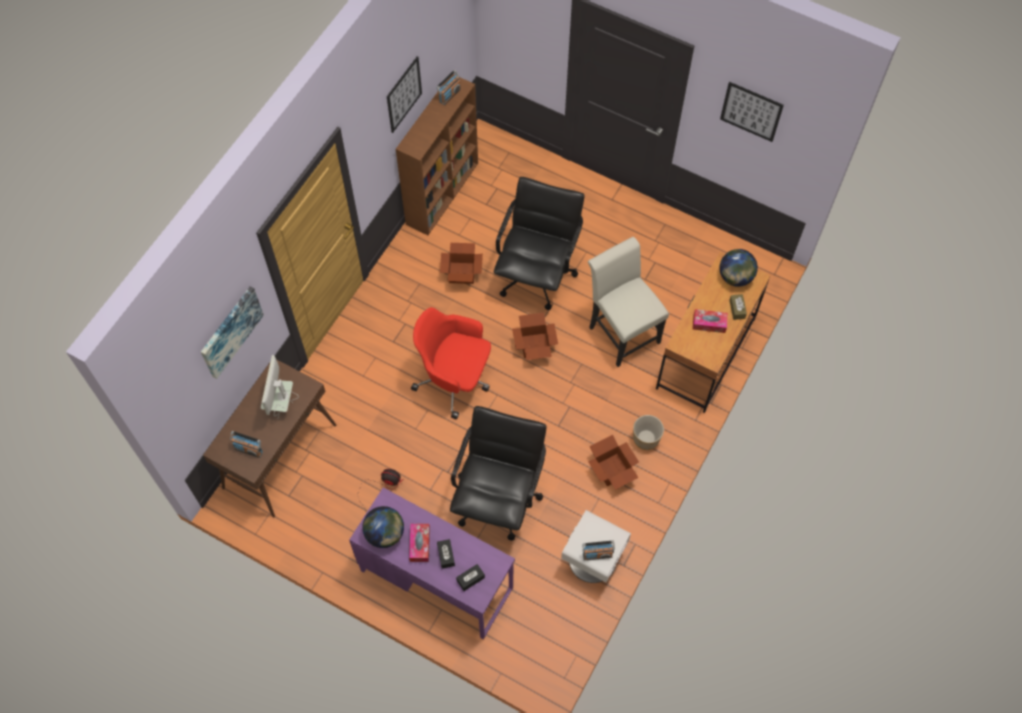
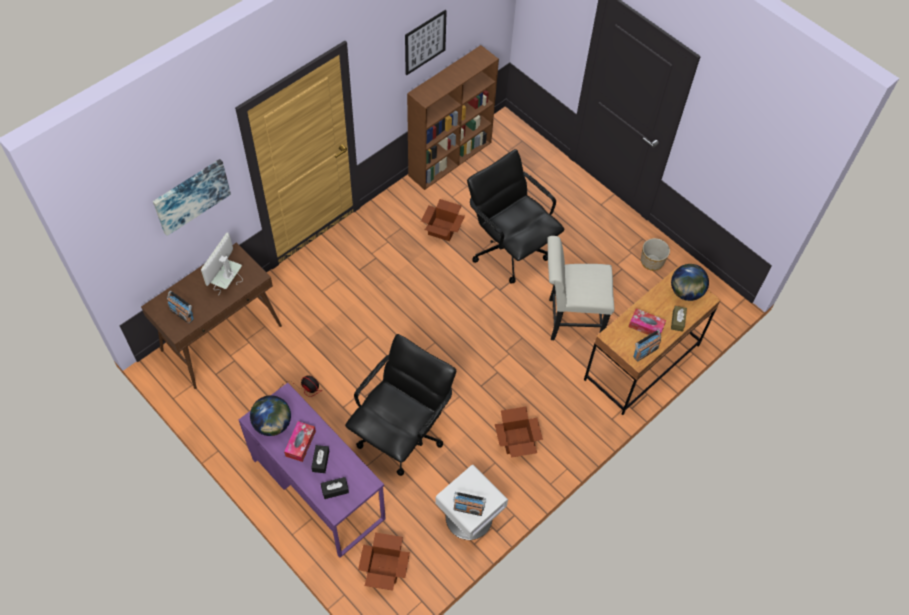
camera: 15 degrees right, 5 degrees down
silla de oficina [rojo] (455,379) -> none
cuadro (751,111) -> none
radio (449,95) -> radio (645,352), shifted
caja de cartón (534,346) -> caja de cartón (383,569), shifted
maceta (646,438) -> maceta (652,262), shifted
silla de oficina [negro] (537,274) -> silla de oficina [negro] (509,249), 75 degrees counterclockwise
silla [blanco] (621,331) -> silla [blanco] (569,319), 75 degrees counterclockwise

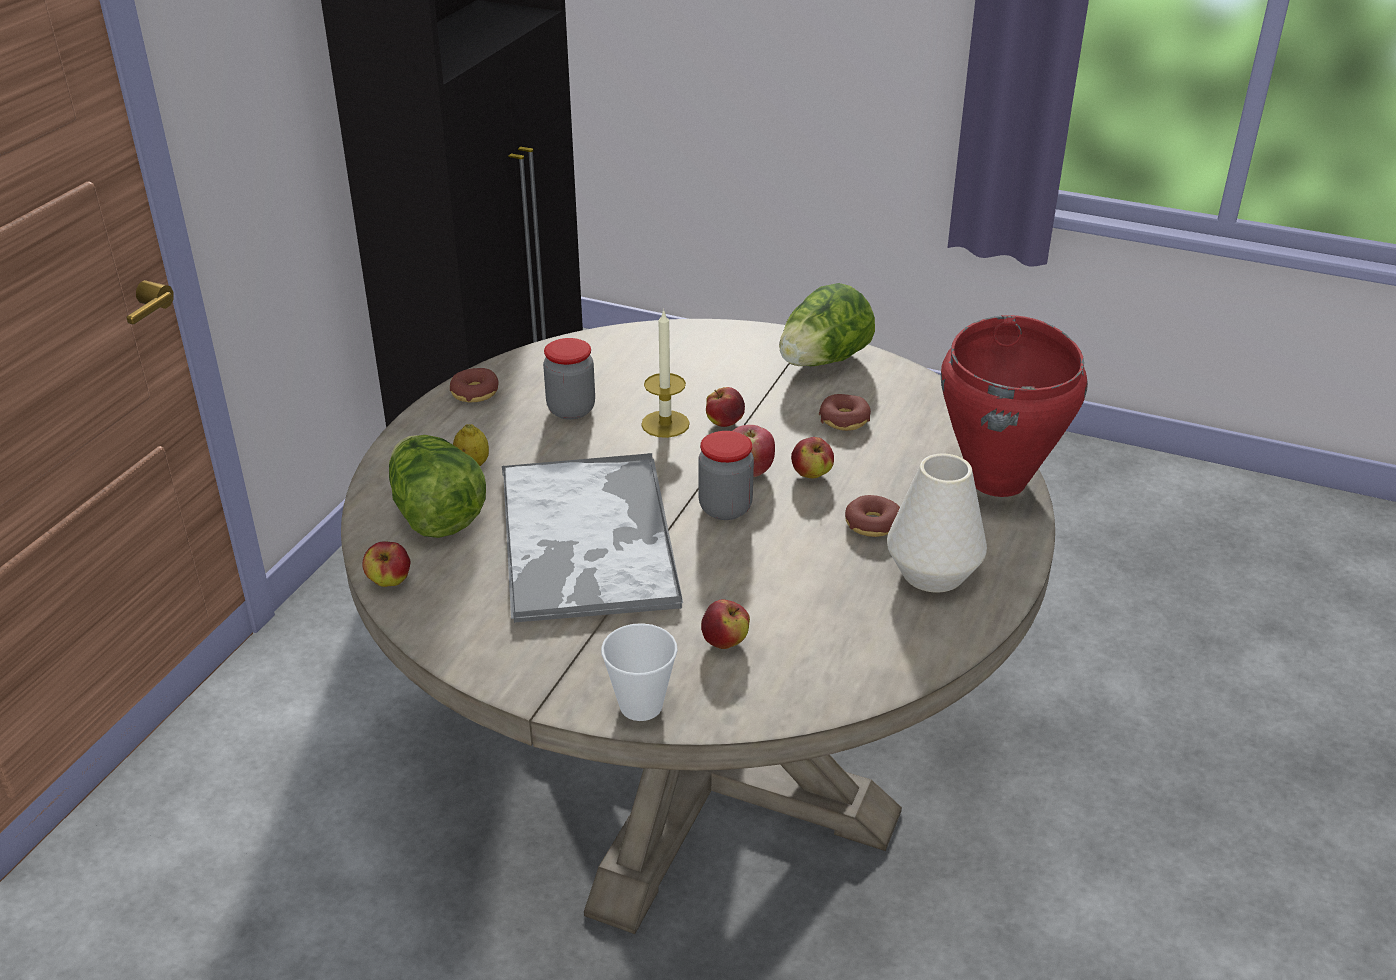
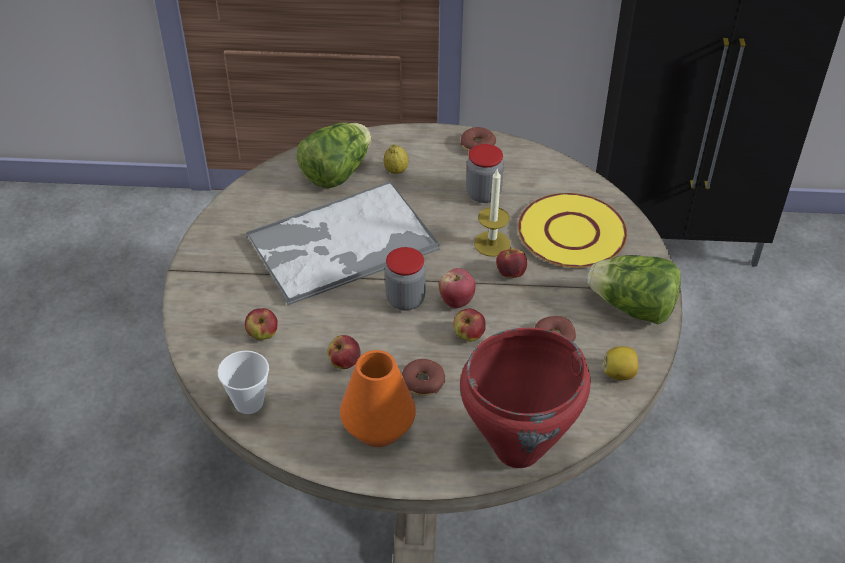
camera: 70 degrees right, 10 degrees up
none -> plato [amarillo] (572,233)
none -> limón (619,373)
manzana (389,582) -> manzana (344,362), shifted
taza (641,705) -> taza (249,402), shifted
florero [blanco] (932,573) -> florero [naranja] (378,428)

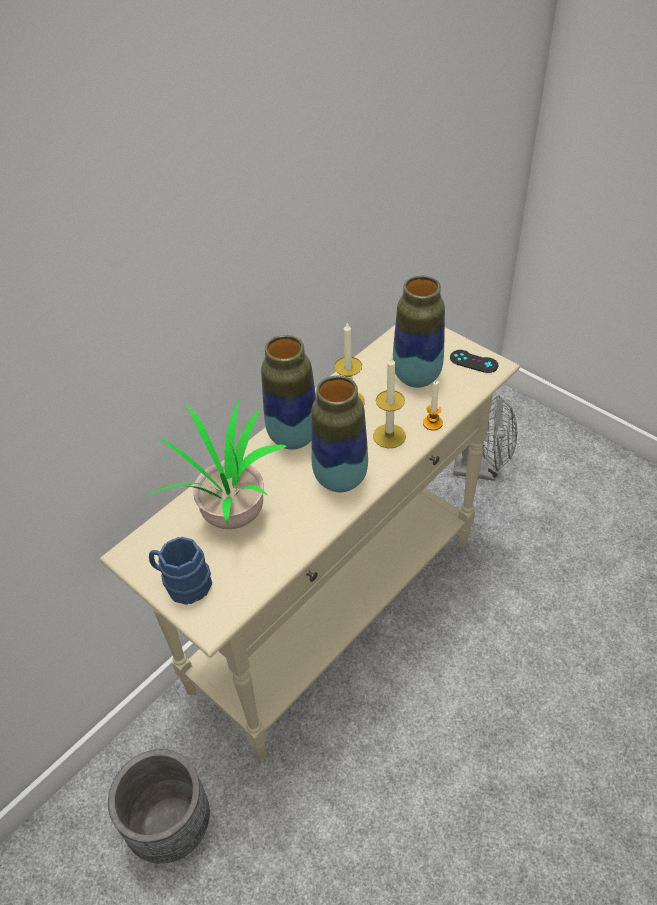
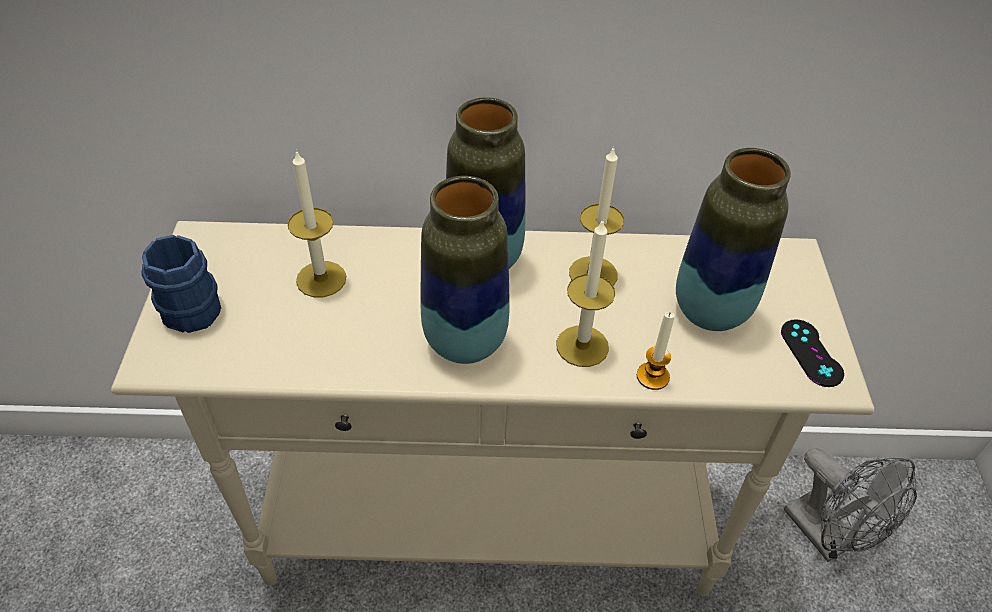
camera: 45 degrees right, 0 degrees up
maceta [gris] (170,825) -> none
planta en maceta (230,513) -> vela (321,279)

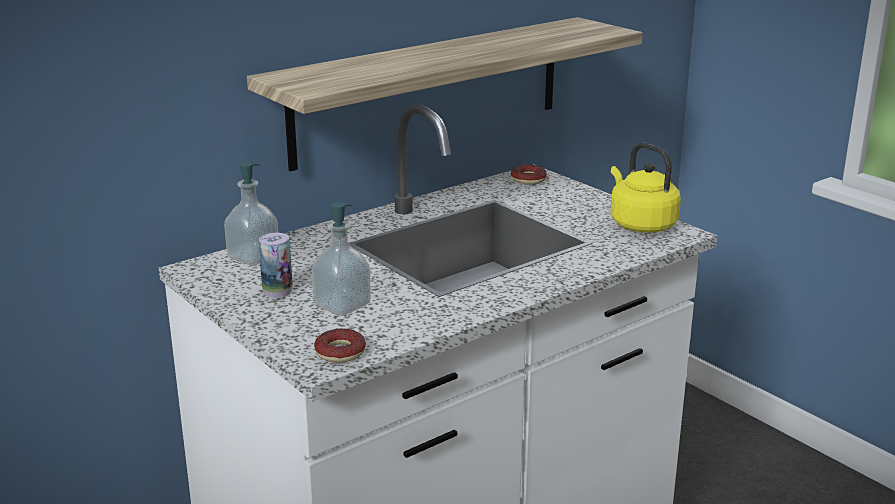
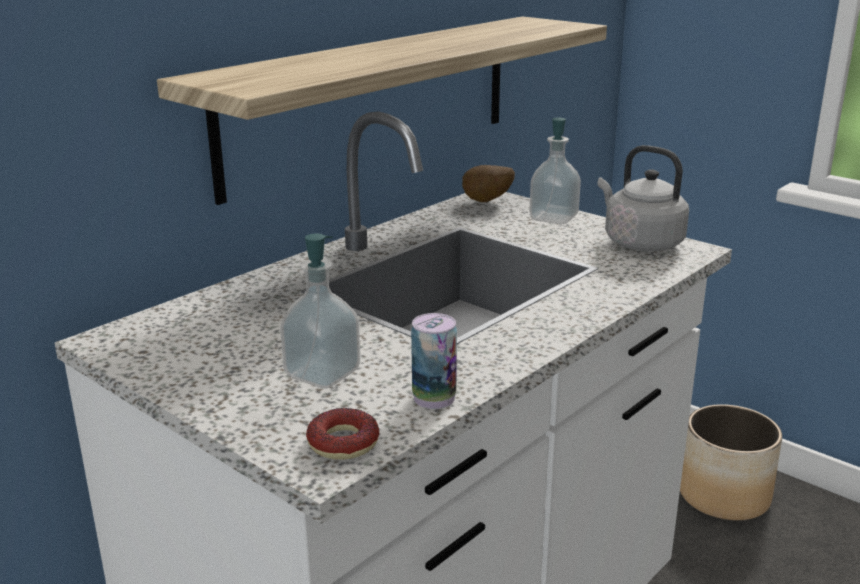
camera: 10 degrees left, 0 degrees up
none -> maceta (723,496)
dispensador de jabón (253,257) -> dispensador de jabón (553,218), shifted
lata (277,291) -> lata (434,398), shifted
rosquilla (528,179) -> patata (486,202)
hervidor [amarillo] (640,224) -> hervidor [gris] (639,243)

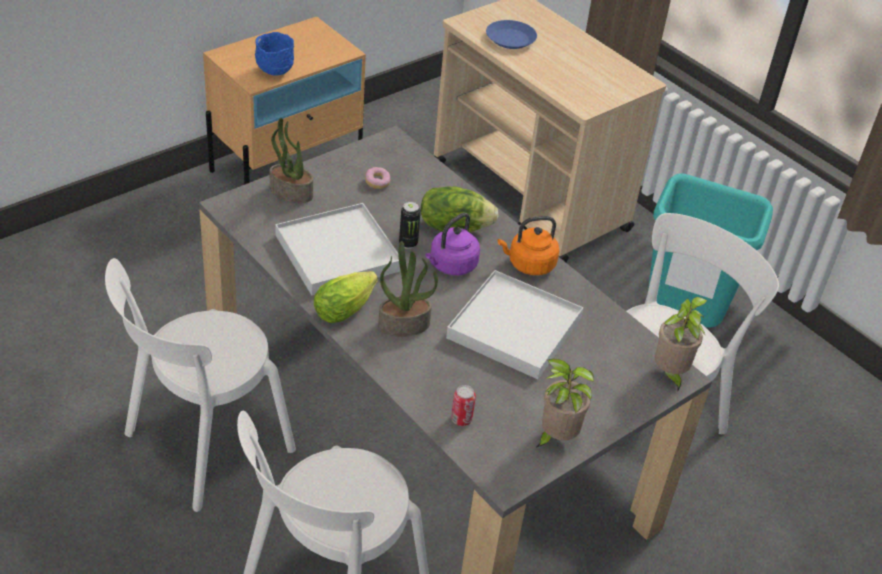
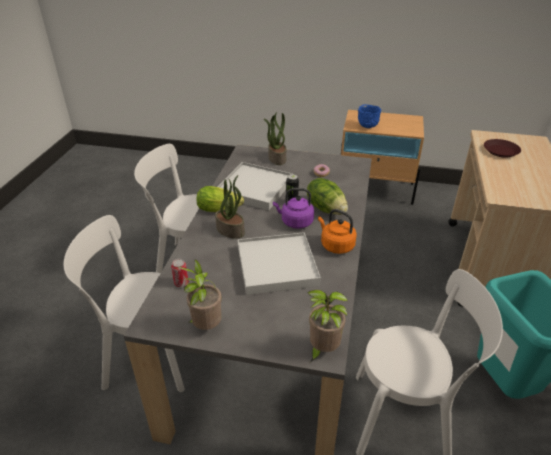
camera: 55 degrees right, 5 degrees down
plato [azul] (511,39) -> plato [marrón] (501,151)

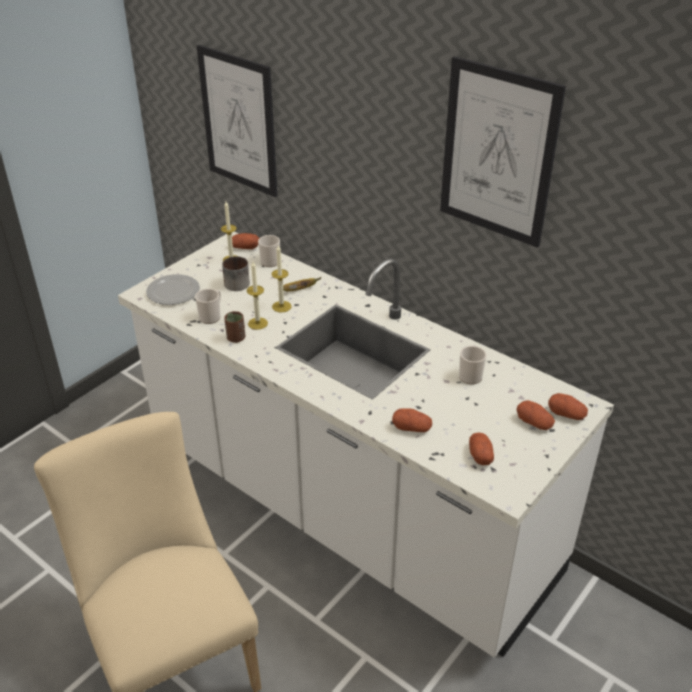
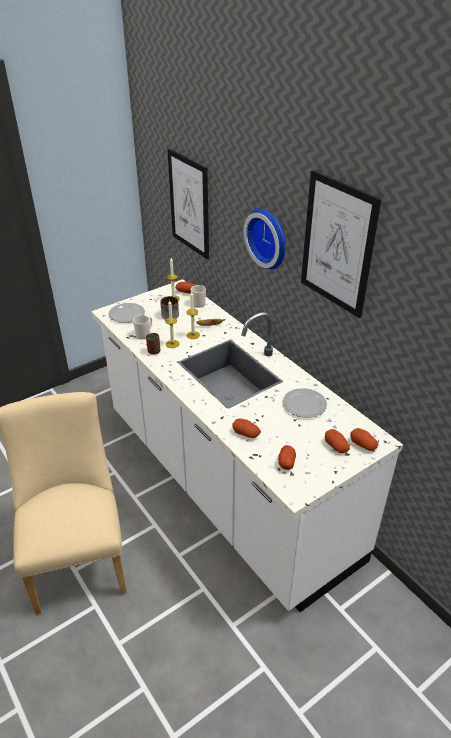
camera: 15 degrees right, 0 degrees up
none -> reloj de pared (269,237)
taza grande (470,375) -> plato (304,404)

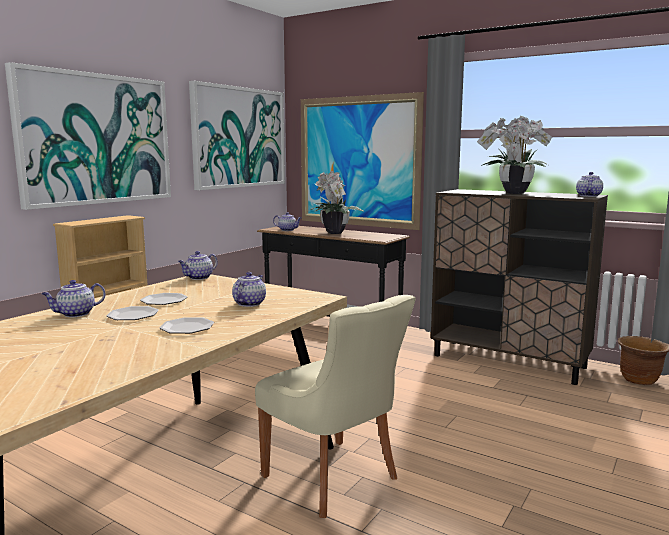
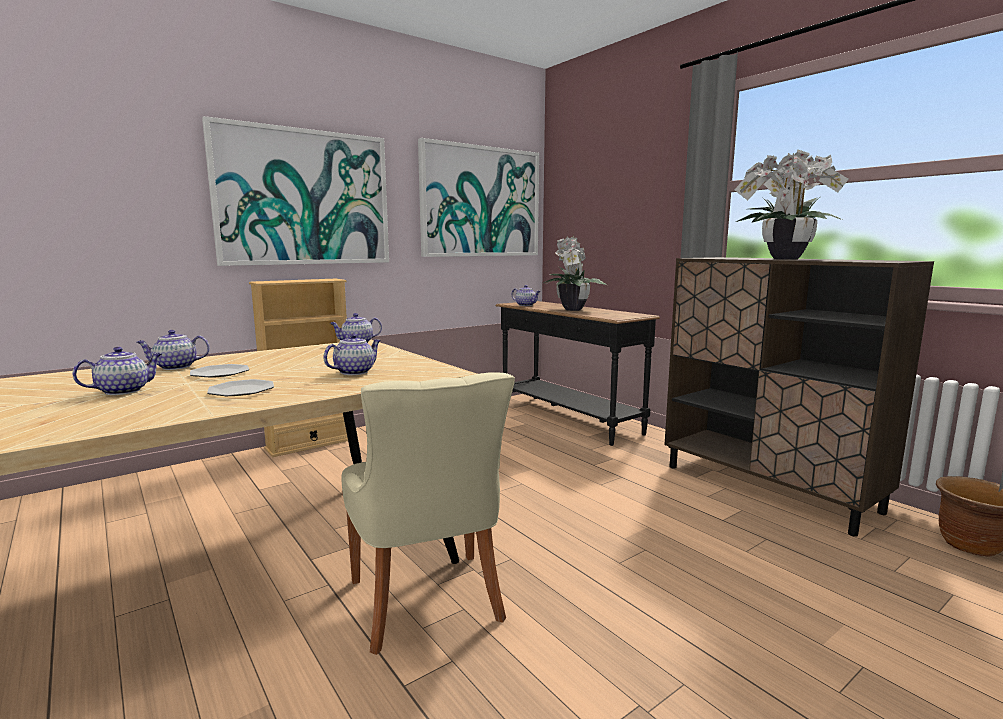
camera: 20 degrees right, 0 degrees up
plato (164,301) -> none
cuadro (357,161) -> none
tetera (588,196) -> tetera (124,391), shifted

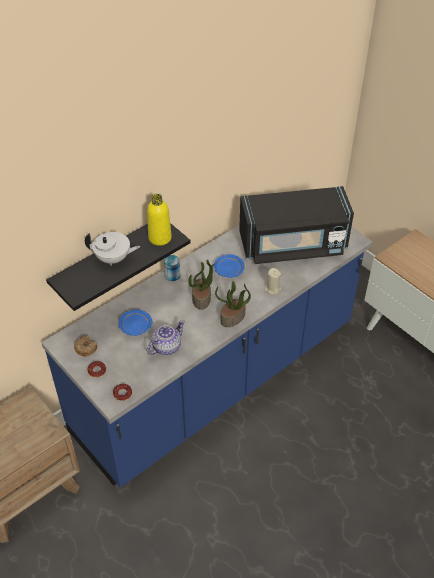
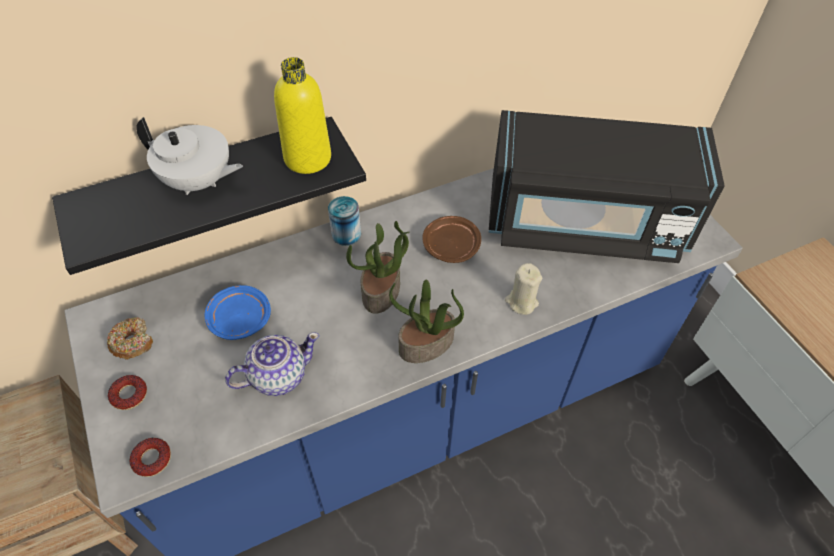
camera: 15 degrees right, 5 degrees up
plato [azul] (228,270) -> plato [marrón] (451,245)

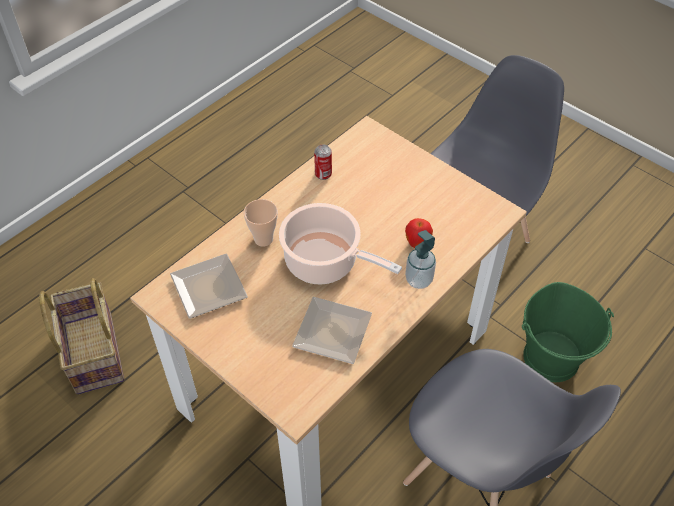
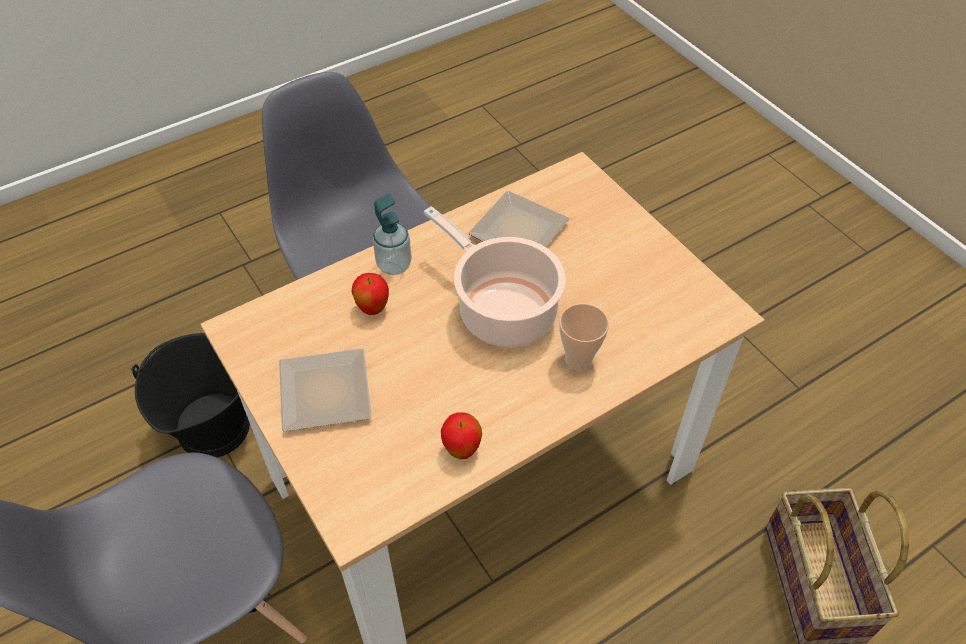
camera: 165 degrees left, 0 degrees up
plato (212,289) -> plato (322,391), shifted
lata (323,174) -> manzana (462,449)
cubo [verde] (552,358) -> cubo [negro] (213,427)

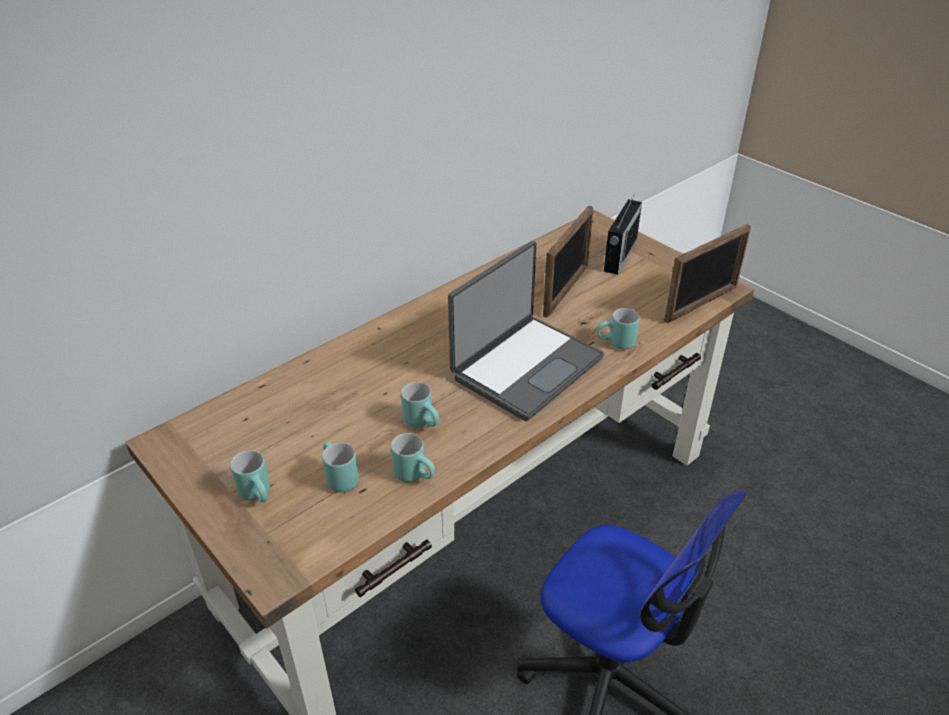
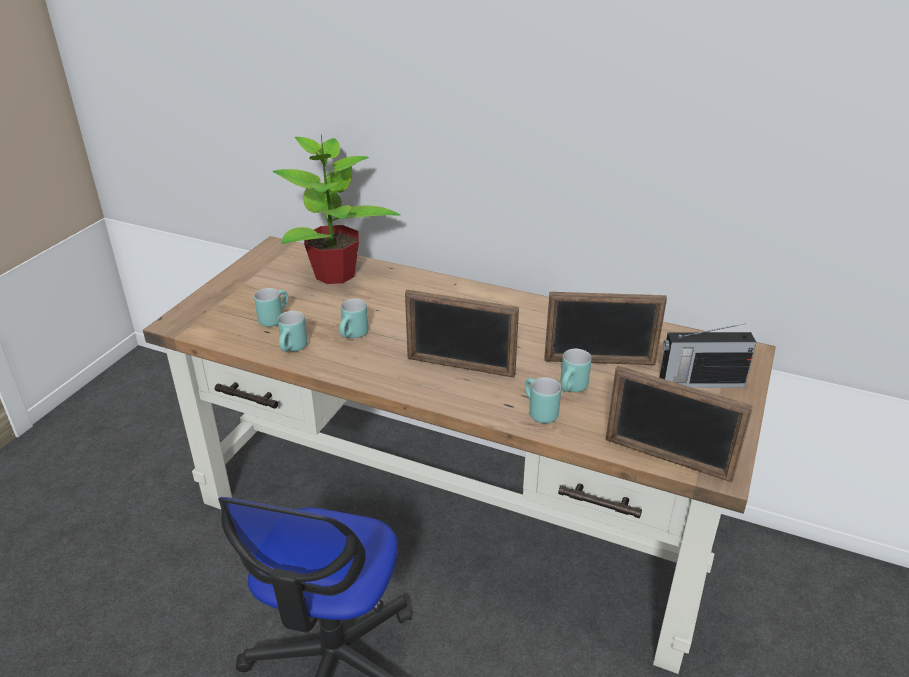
camera: 65 degrees right, 5 degrees down
none -> planta en maceta (335,274)
taza grande [turquesa] (259,494) -> taza grande [turquesa] (573,389), shifted
portátil (525,367) -> portarretratos (460,367)

